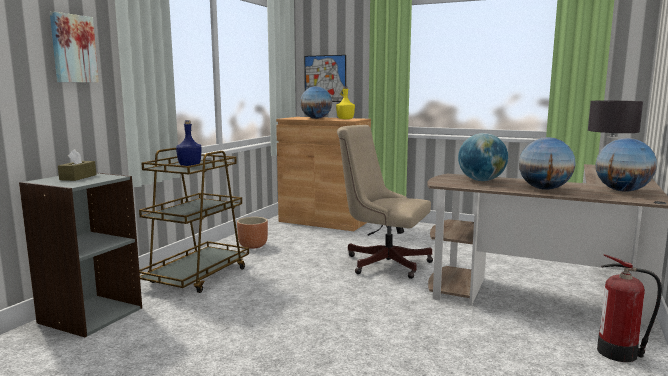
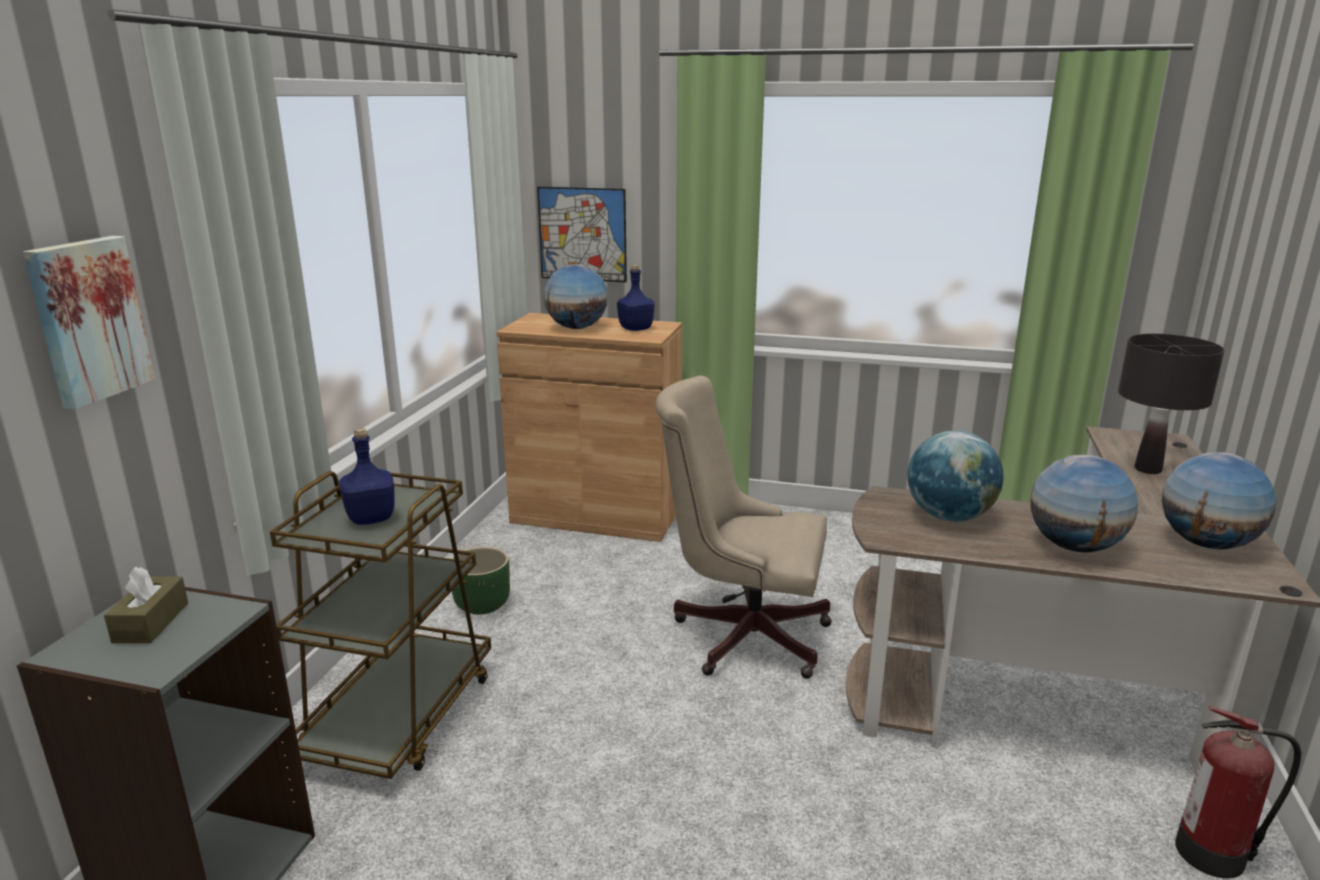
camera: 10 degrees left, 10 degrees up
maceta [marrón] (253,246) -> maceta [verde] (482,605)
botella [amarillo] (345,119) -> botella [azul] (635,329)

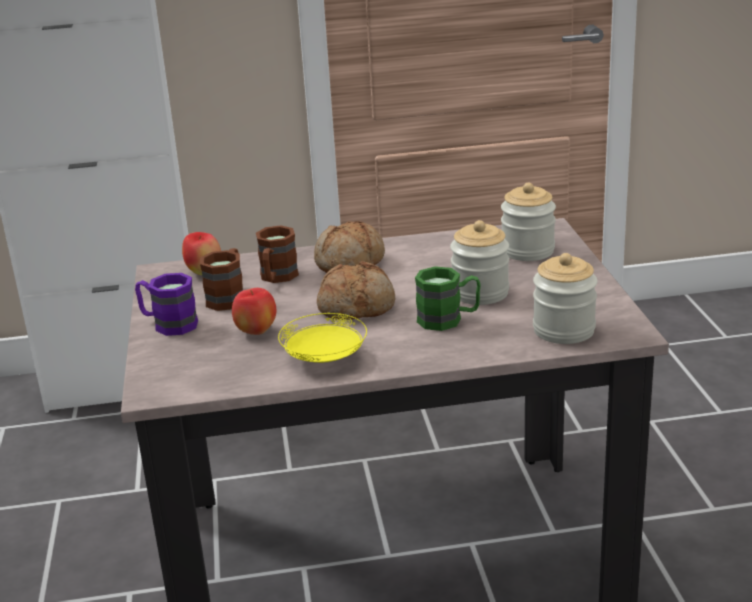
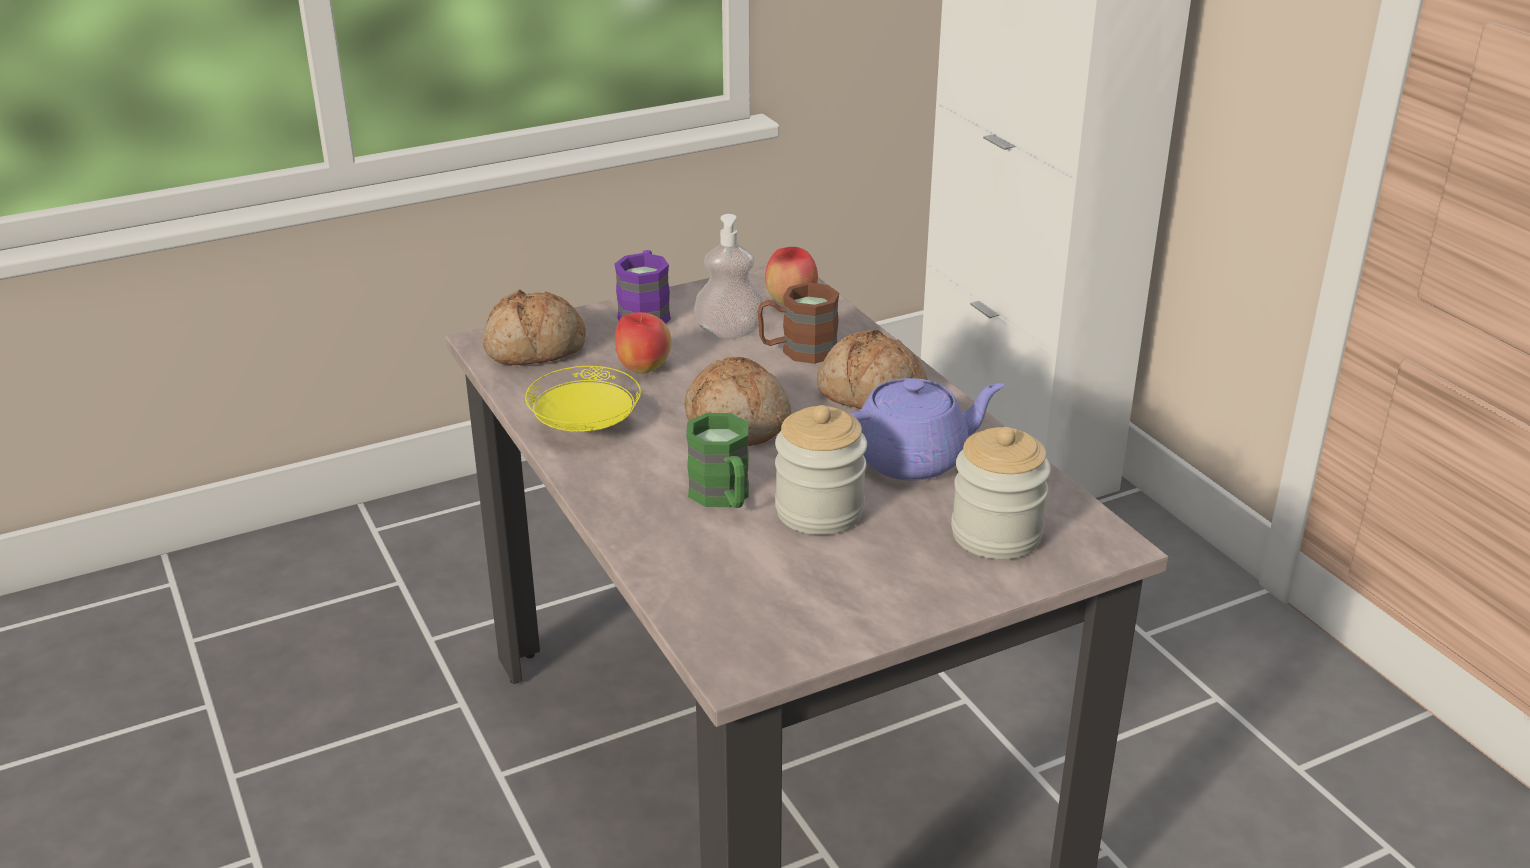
camera: 70 degrees right, 5 degrees up
tarro (563,330) -> none
none -> pan (534,349)
none -> tetera [morado] (913,459)
taza grande [marrón] (228,297) -> dispensador de jabón (730,332)

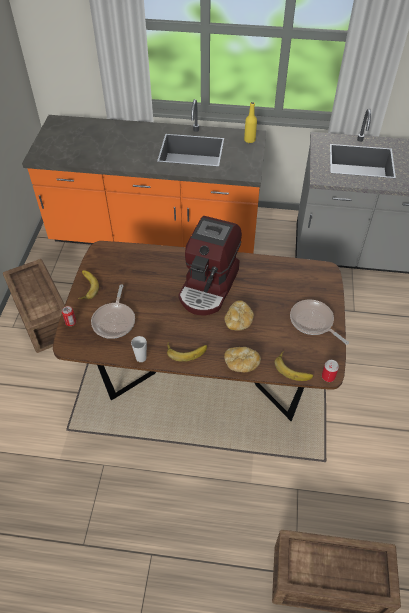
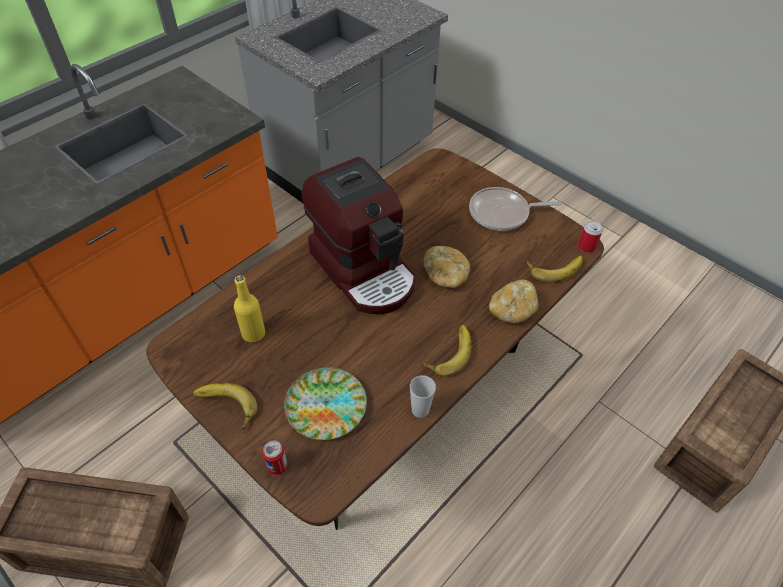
camera: 55 degrees left, 0 degrees up
botella [amarillo] (249,140) -> botella [amarillo] (253,334), shifted
sartén (114,320) -> plato (326,405)

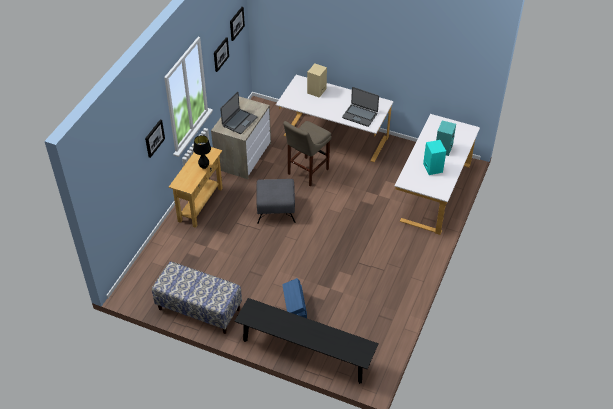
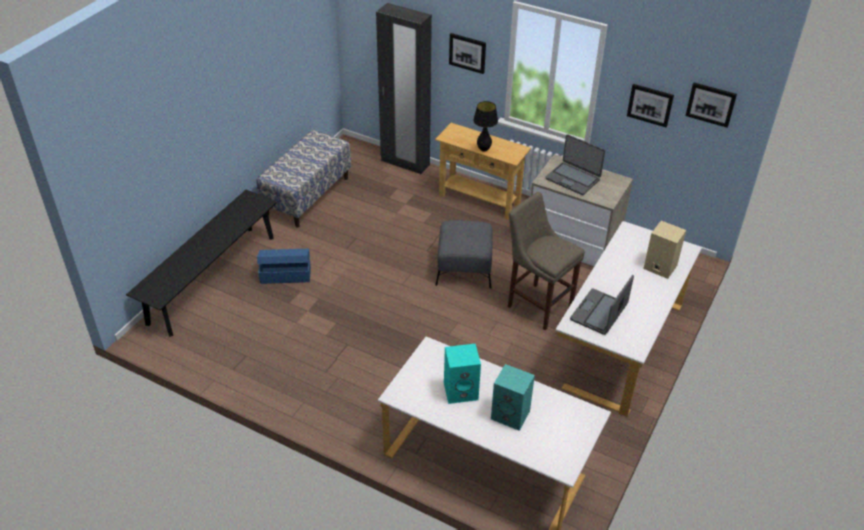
camera: 95 degrees right, 5 degrees down
none -> armario ropero [negro] (405,163)

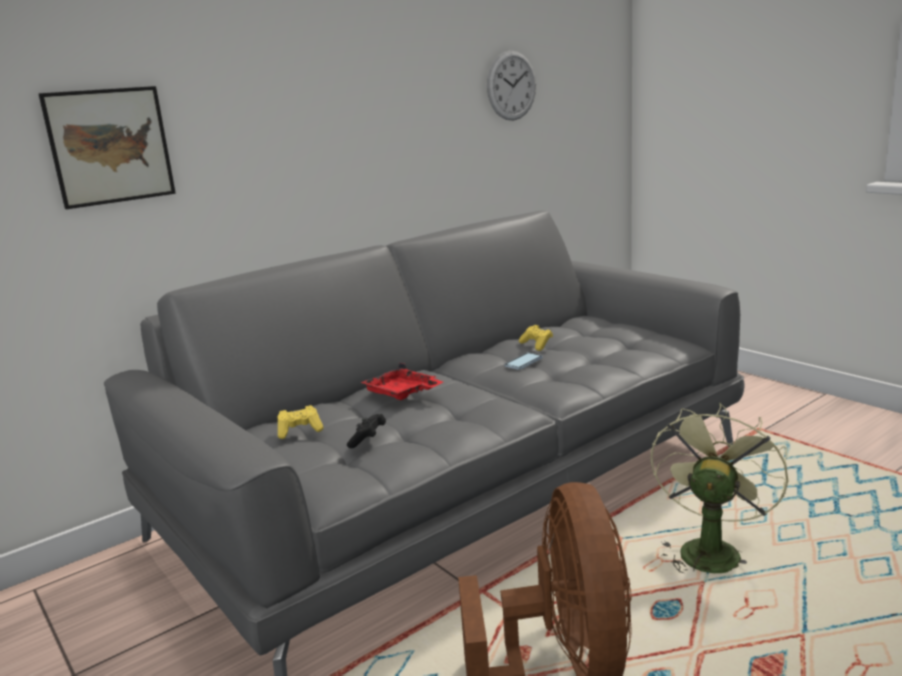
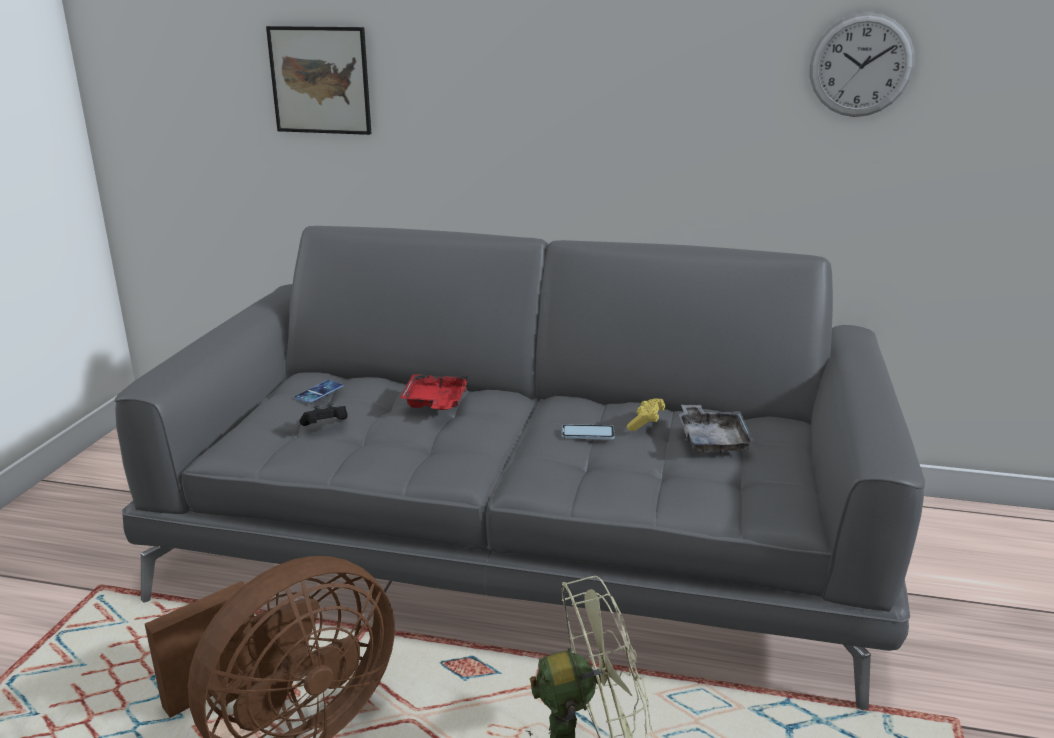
camera: 50 degrees right, 5 degrees up
none -> bandeja [gris] (712,440)
mando de consola [amarillo] (300,431) -> móvil (319,392)

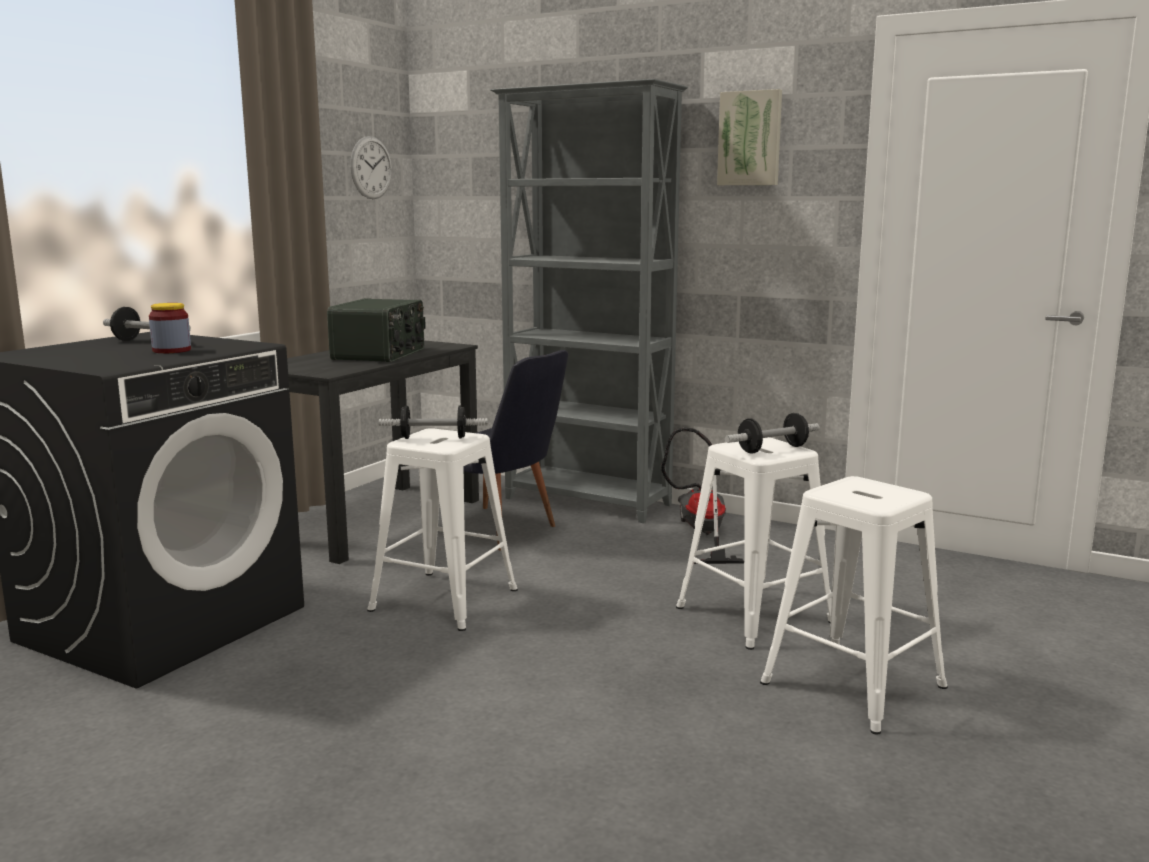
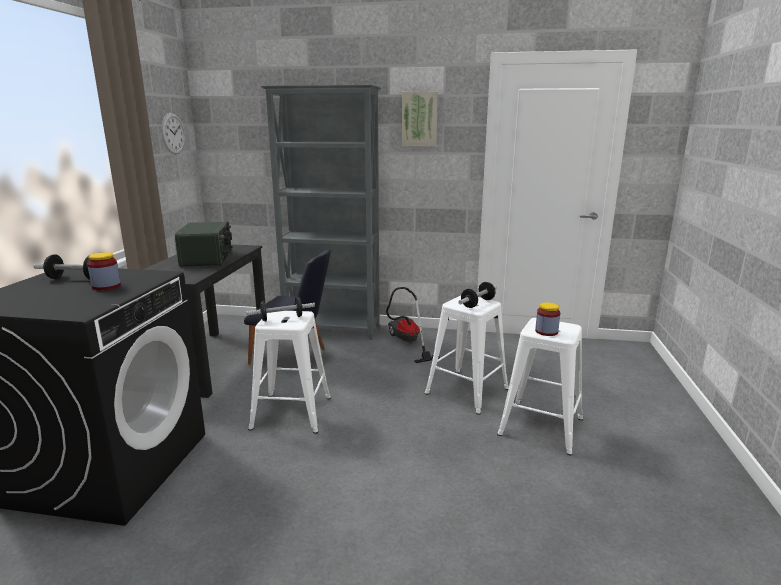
camera: 20 degrees left, 5 degrees up
none -> tarro (546,331)

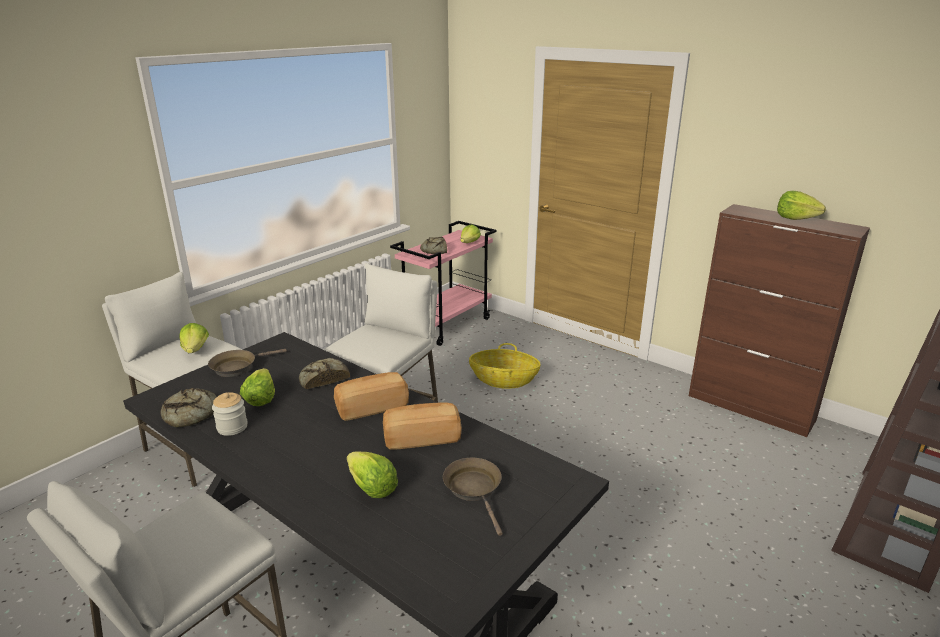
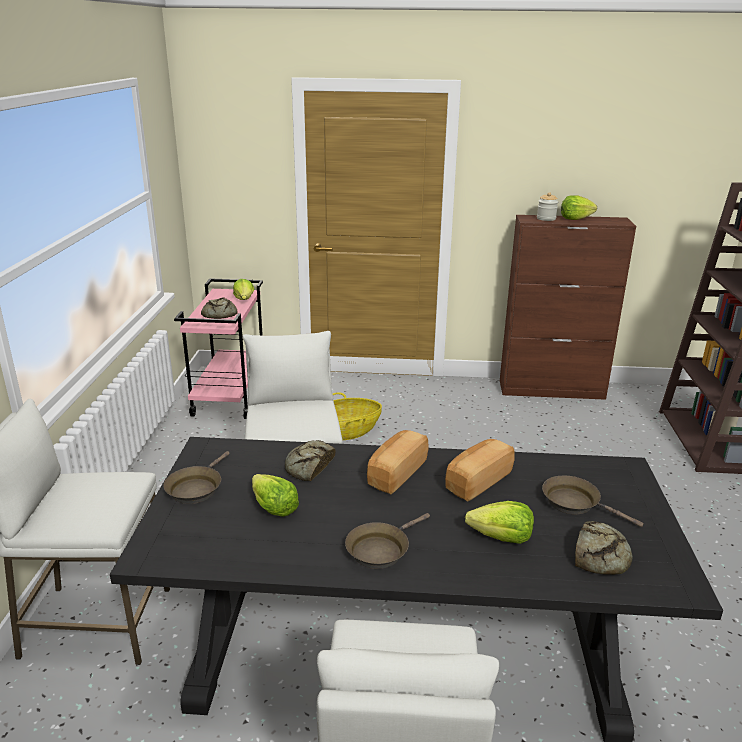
camera: 35 degrees left, 0 degrees up
lechuga (195,350) -> none
none -> sartén [marrón] (380,549)
pan (192,414) -> pan (600,554), shifted
tarro (232,427) -> tarro (546,219), shifted

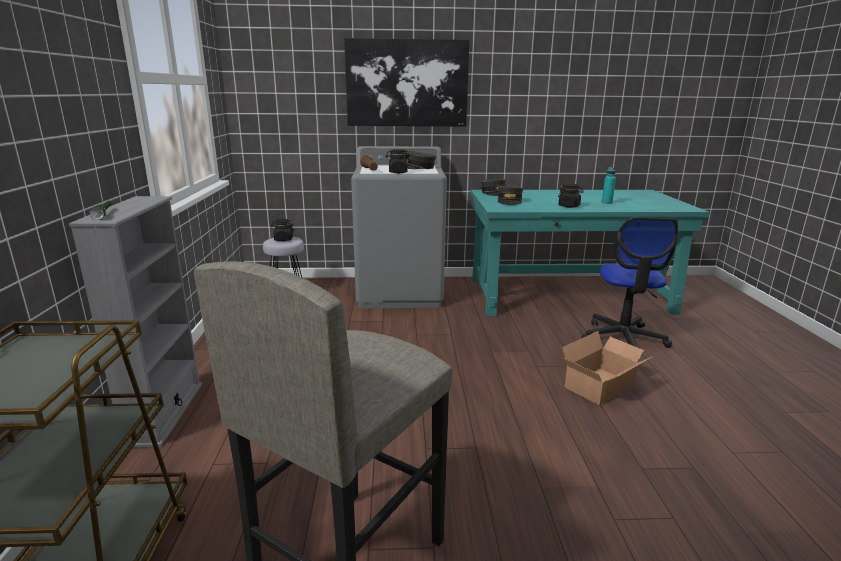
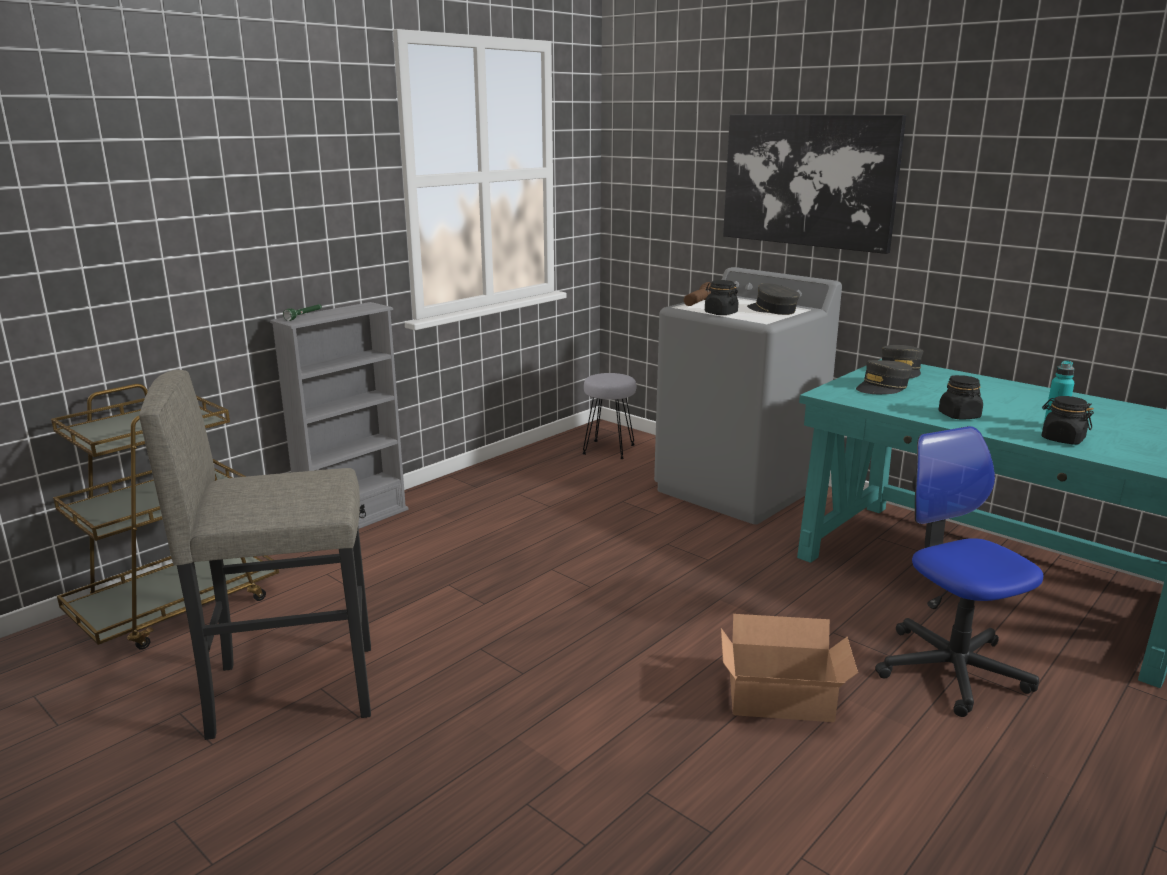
camera: 45 degrees right, 0 degrees up
tarro [negro] (283,239) -> tarro [negro] (1062,439), shifted
silla de oficina (623,339) -> silla de oficina (951,669), 105 degrees clockwise

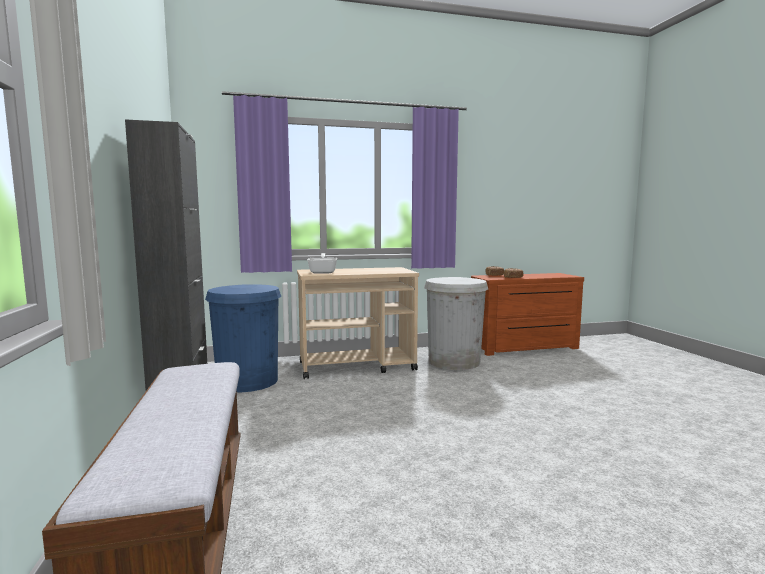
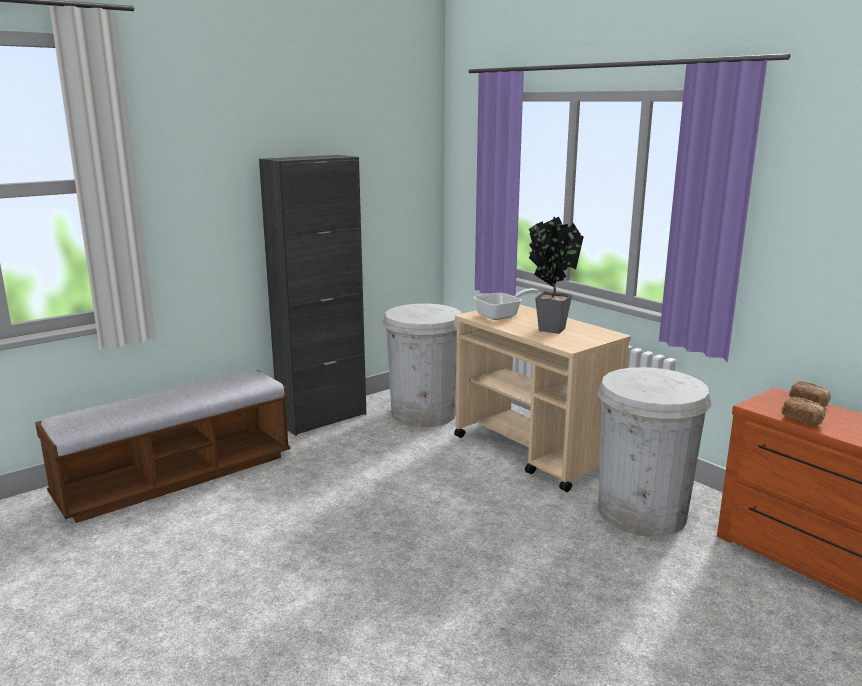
camera: 65 degrees right, 10 degrees up
none -> planta en maceta (548,328)
papelera [azul] (247,381) -> papelera [blanco] (423,413)

